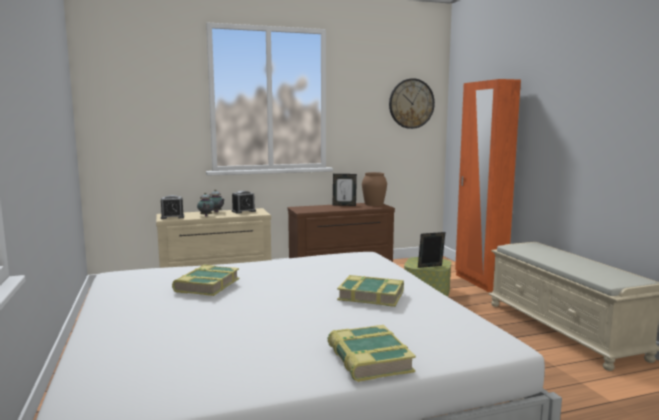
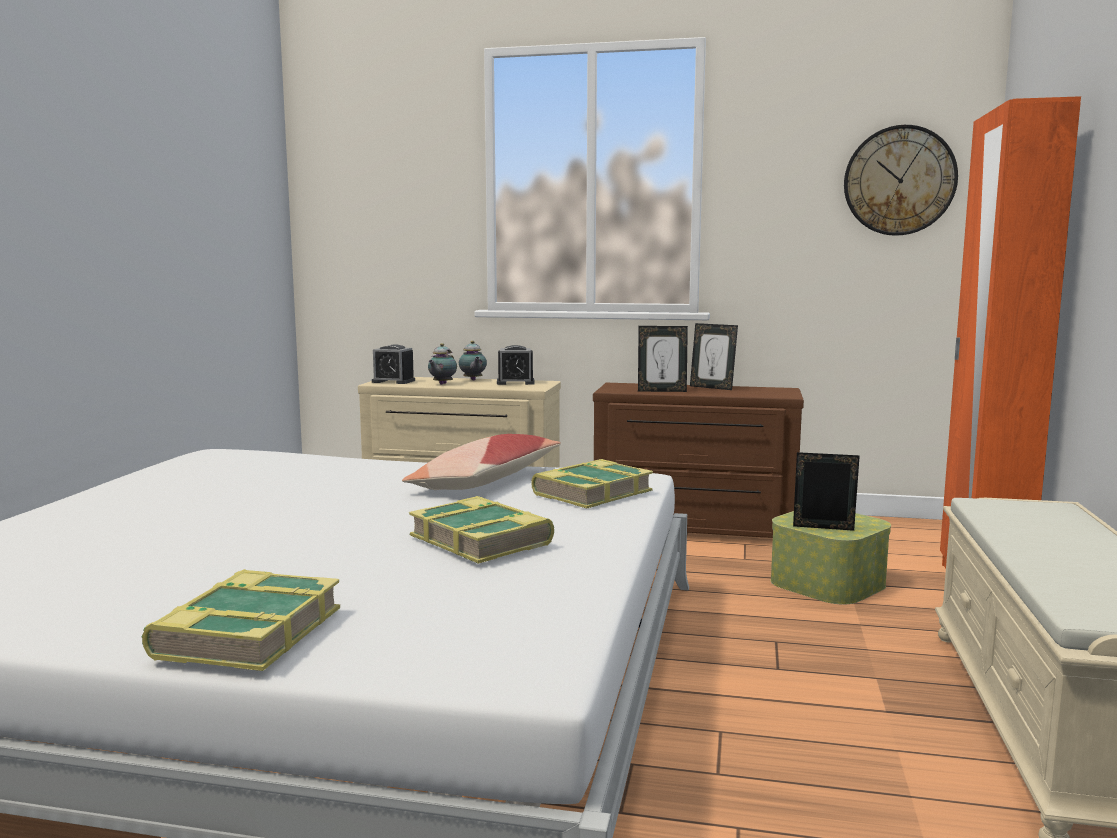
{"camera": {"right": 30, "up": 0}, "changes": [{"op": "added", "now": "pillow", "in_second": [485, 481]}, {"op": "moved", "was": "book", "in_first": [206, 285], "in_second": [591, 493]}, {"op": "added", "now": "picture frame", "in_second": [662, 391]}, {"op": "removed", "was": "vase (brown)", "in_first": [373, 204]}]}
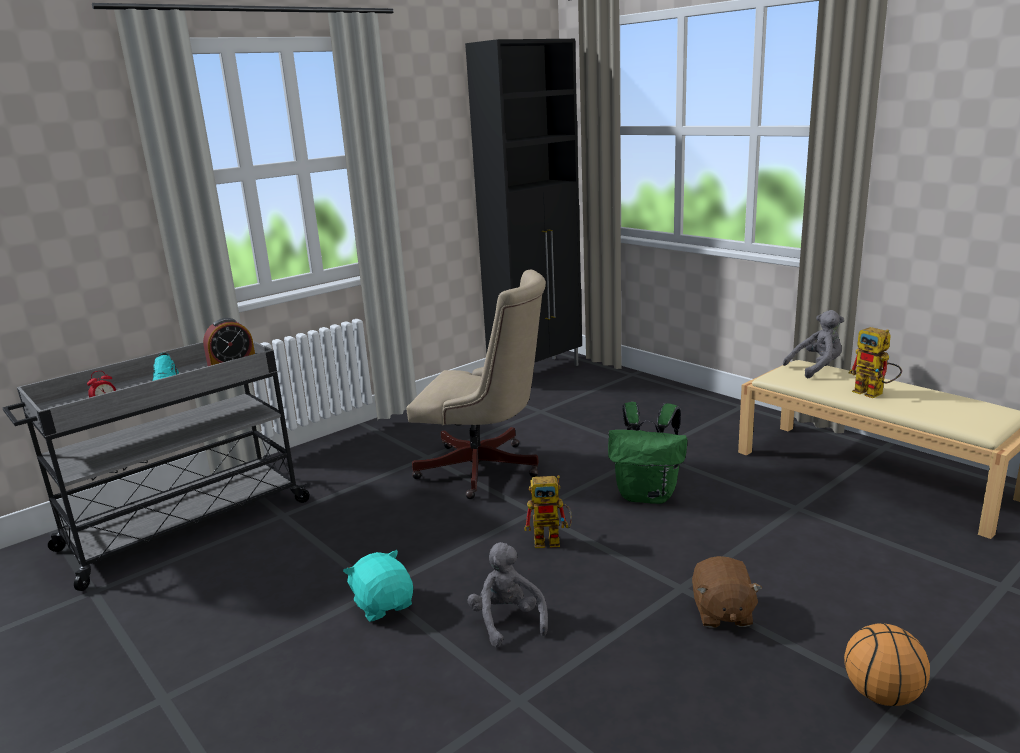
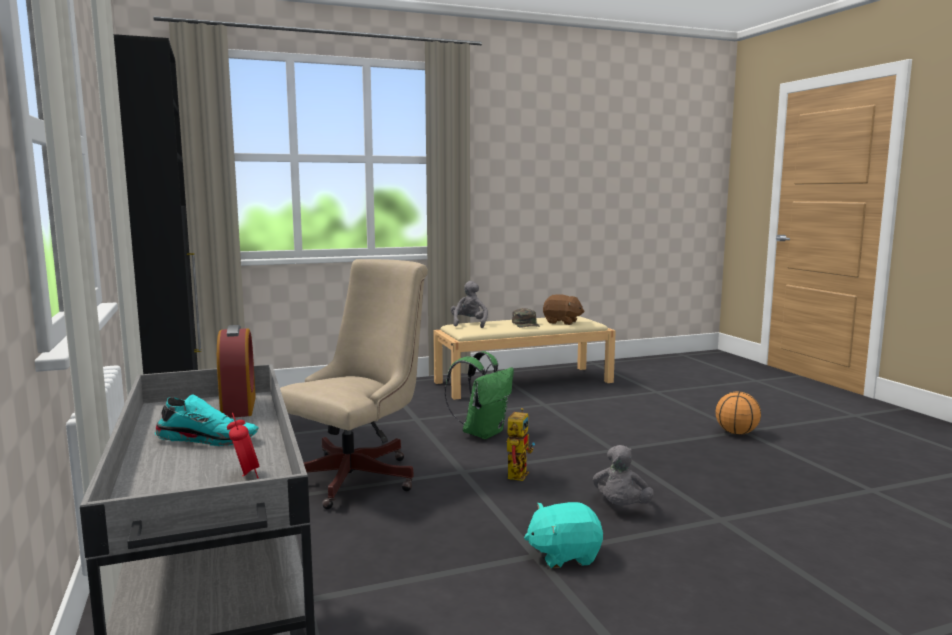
{"camera": {"right": -70, "up": -10}, "changes": [{"op": "replaced", "was": "toy robot", "now": "cap (green)", "in_first": [874, 394], "in_second": [526, 324]}, {"op": "moved", "was": "plush toy (brown)", "in_first": [722, 613], "in_second": [562, 322]}, {"op": "turned", "was": "plush toy (grey)", "in_first": [507, 621], "in_second": [621, 507], "clockwise": -75}]}
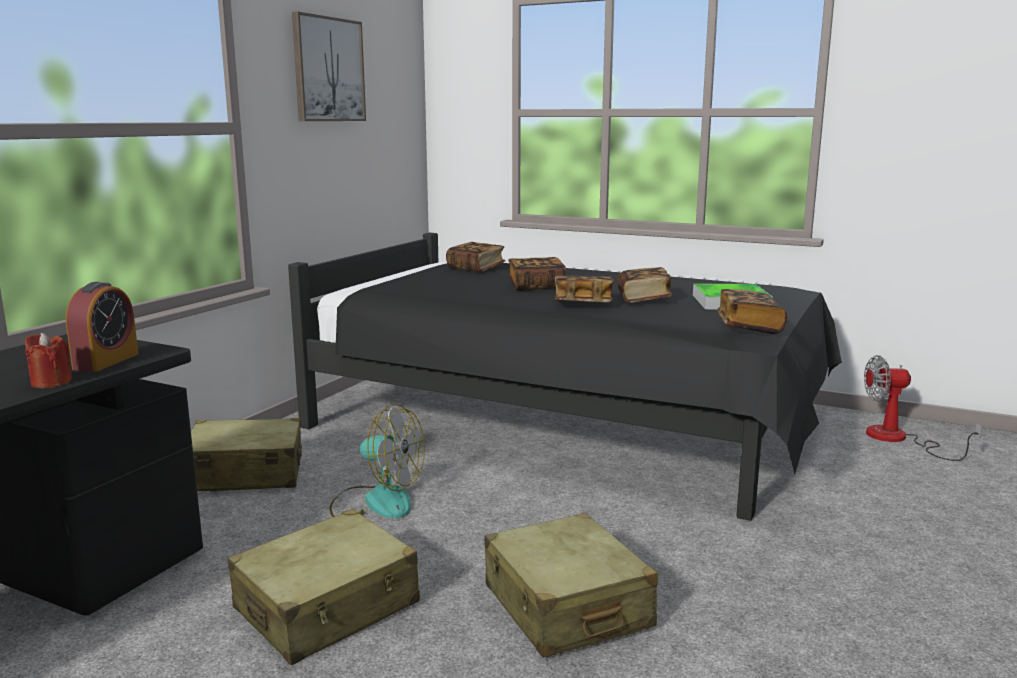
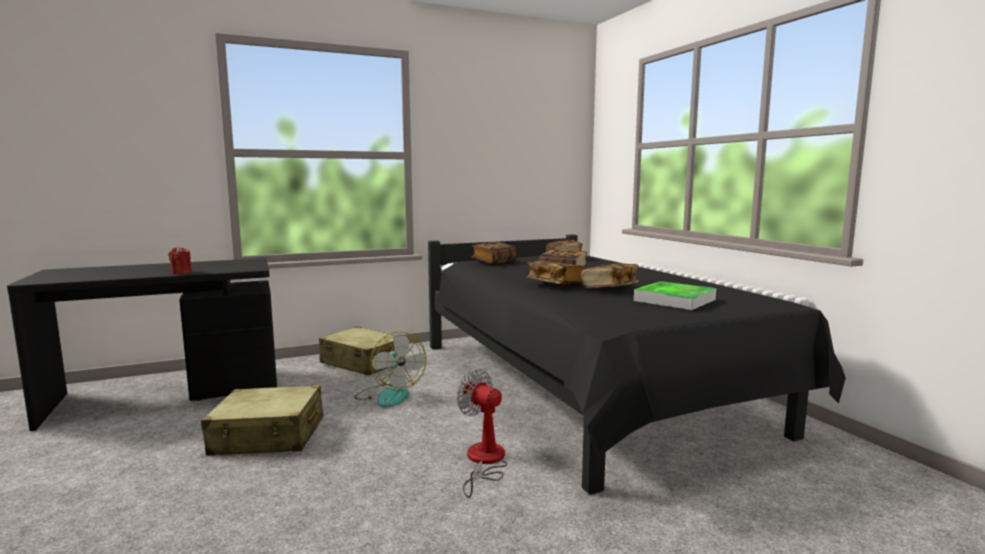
{"camera": {"right": 40, "up": -5}, "changes": [{"op": "moved", "was": "fan", "in_first": [899, 439], "in_second": [484, 462]}, {"op": "moved", "was": "book", "in_first": [749, 327], "in_second": [494, 262]}, {"op": "removed", "was": "alarm clock", "in_first": [106, 361]}, {"op": "removed", "was": "picture", "in_first": [328, 70]}, {"op": "removed", "was": "suitcase (beige)", "in_first": [566, 607]}]}
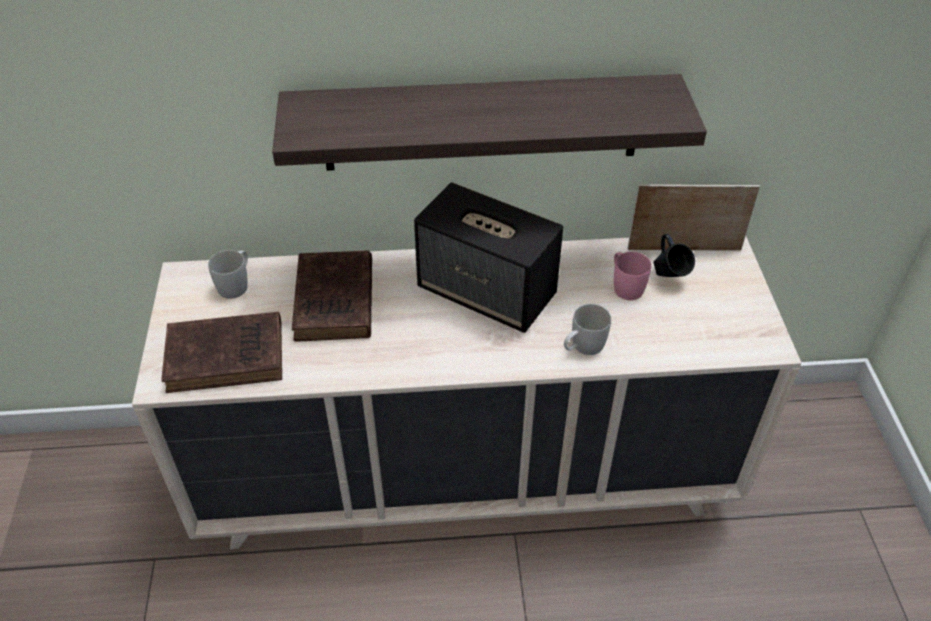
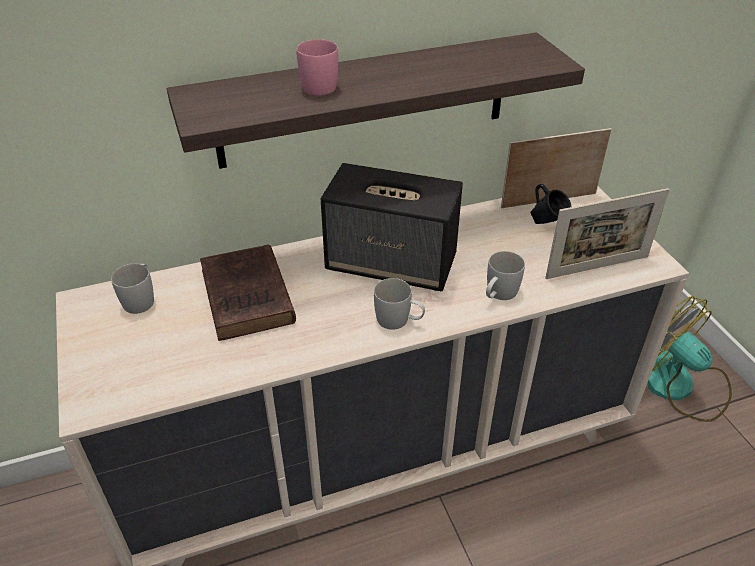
{"camera": {"right": -15, "up": -5}, "changes": [{"op": "moved", "was": "mug (pink)", "in_first": [625, 285], "in_second": [315, 85]}, {"op": "added", "now": "mug (white)", "in_second": [399, 321]}, {"op": "added", "now": "picture frame", "in_second": [597, 267]}, {"op": "added", "now": "fan", "in_second": [678, 386]}, {"op": "removed", "was": "book (brown)", "in_first": [229, 356]}]}
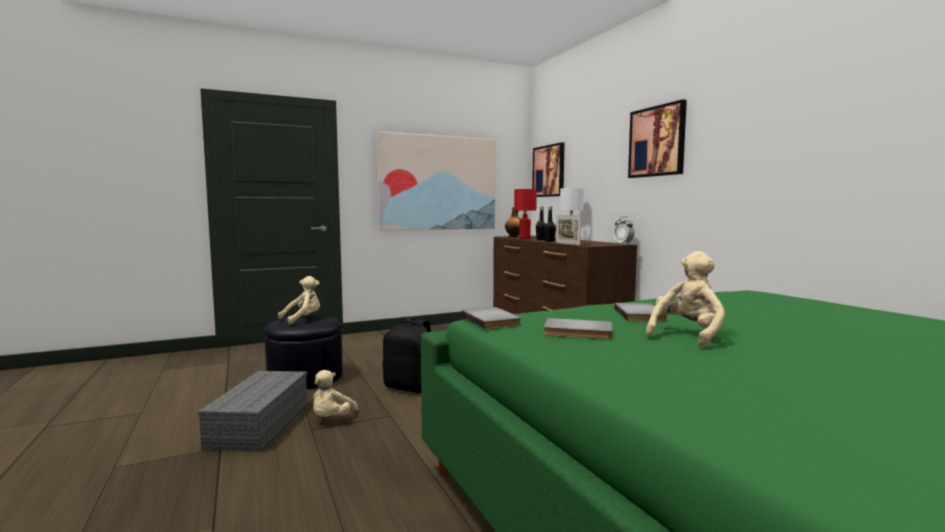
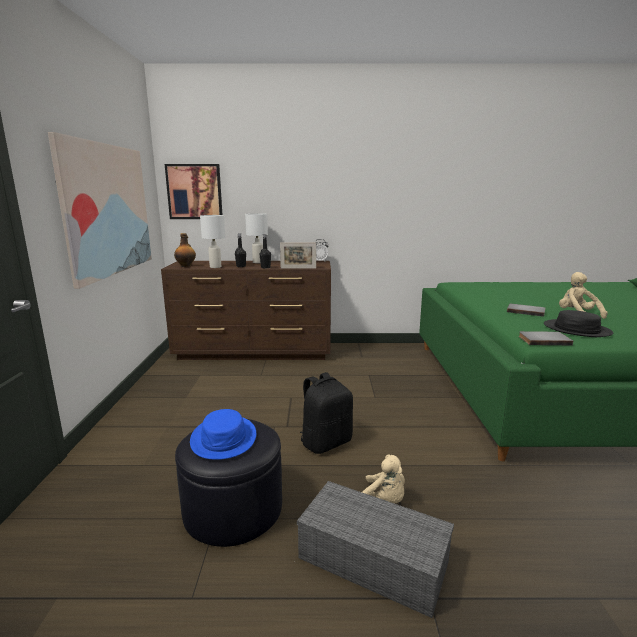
{"camera": {"right": -65, "up": 10}, "changes": [{"op": "replaced", "was": "plush toy (beige)", "now": "hat (blue)", "in_first": [303, 319], "in_second": [224, 438]}, {"op": "recoloured", "was": "table lamp (red)", "now": "table lamp (white)", "in_first": [525, 238], "in_second": [215, 267]}, {"op": "replaced", "was": "book (grey)", "now": "hat (black)", "in_first": [578, 332], "in_second": [576, 329]}, {"op": "removed", "was": "picture", "in_first": [657, 141]}]}
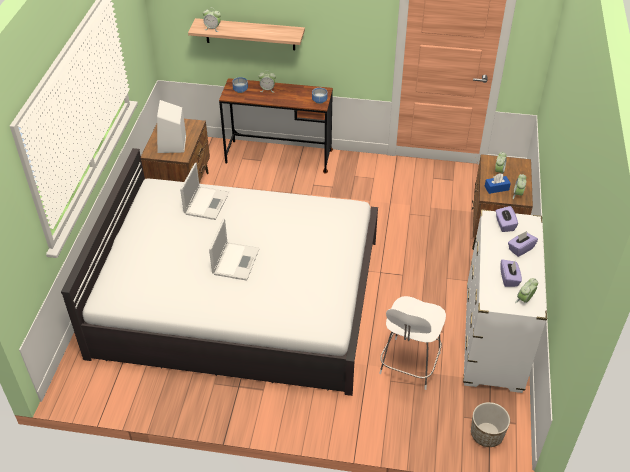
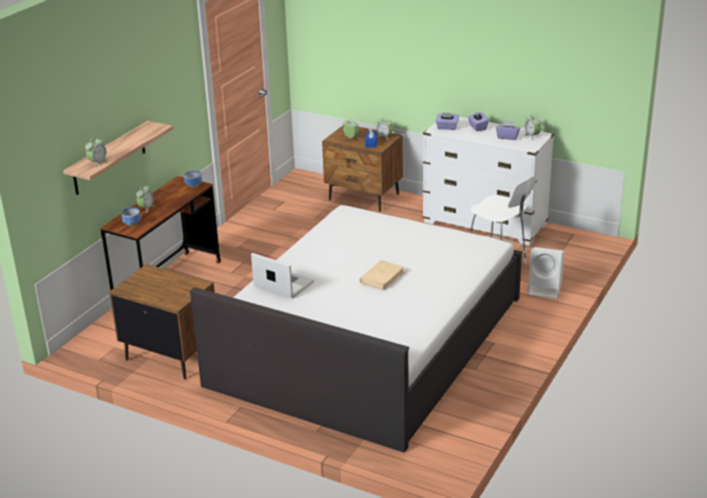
{"camera": {"right": -70, "up": -15}, "changes": [{"op": "replaced", "was": "laptop", "now": "book (beige)", "in_first": [236, 261], "in_second": [382, 277]}, {"op": "moved", "was": "speaker (white)", "in_first": [172, 145], "in_second": [546, 289]}, {"op": "removed", "was": "planter", "in_first": [486, 434]}]}
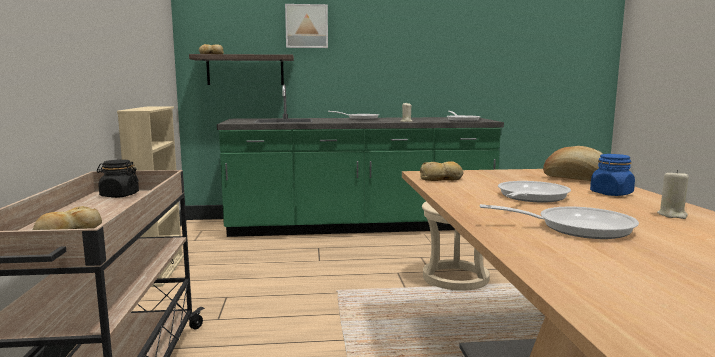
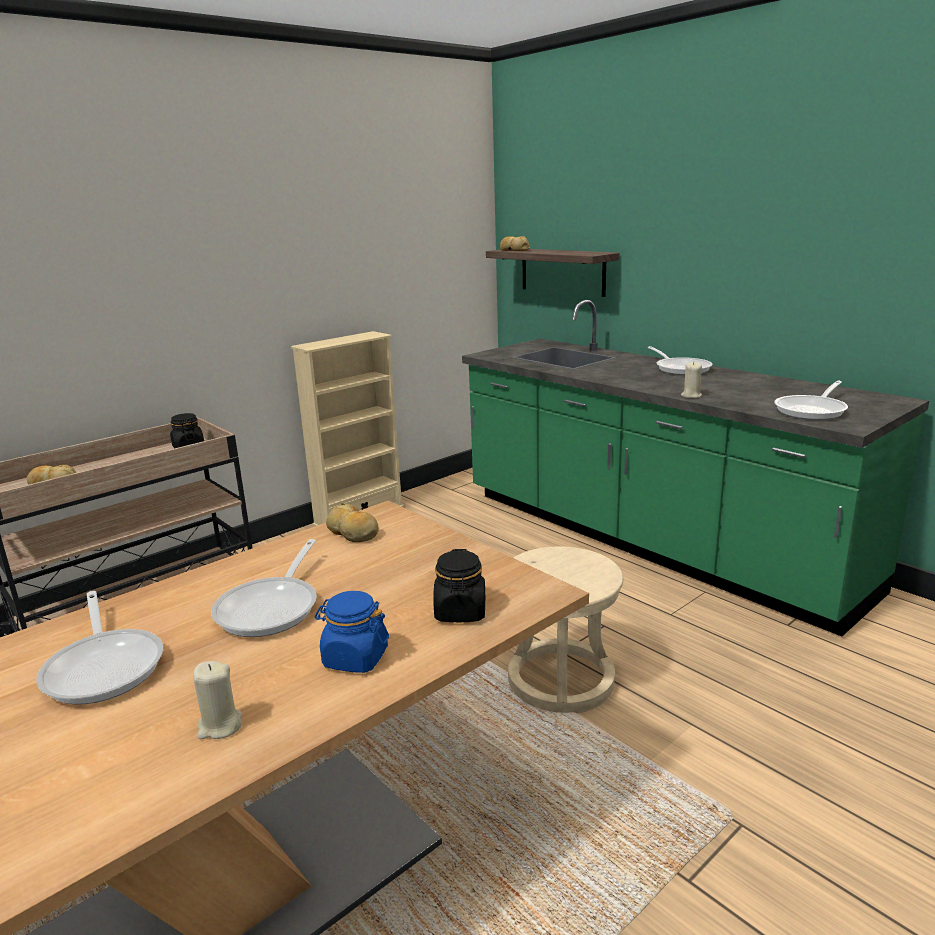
{"camera": {"right": 55, "up": 10}, "changes": [{"op": "turned", "was": "frying pan", "in_first": [530, 197], "in_second": [272, 607], "clockwise": 105}, {"op": "replaced", "was": "bread", "now": "jar (black)", "in_first": [575, 179], "in_second": [460, 612]}, {"op": "removed", "was": "picture", "in_first": [306, 26]}]}
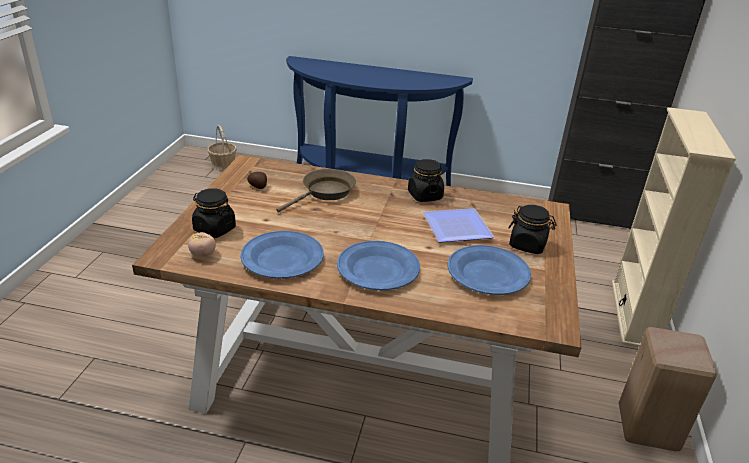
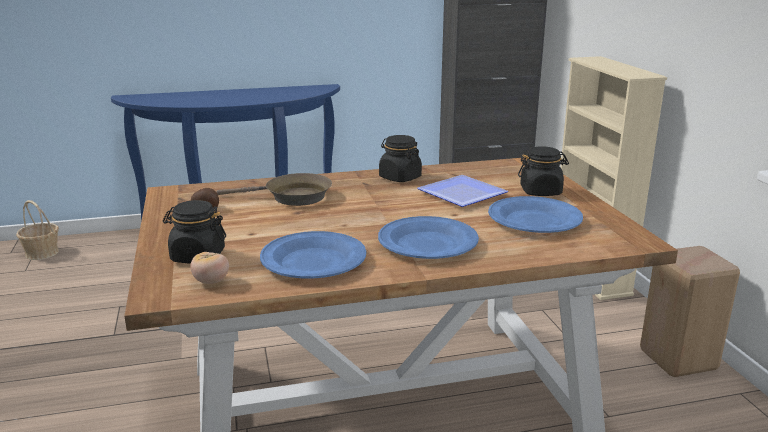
{"camera": {"right": -25, "up": -10}, "changes": [{"op": "turned", "was": "frying pan (brown)", "in_first": [325, 193], "in_second": [292, 197], "clockwise": 75}]}
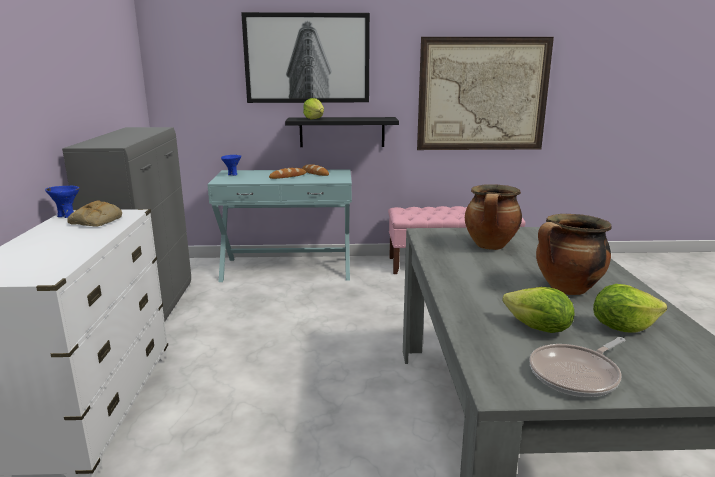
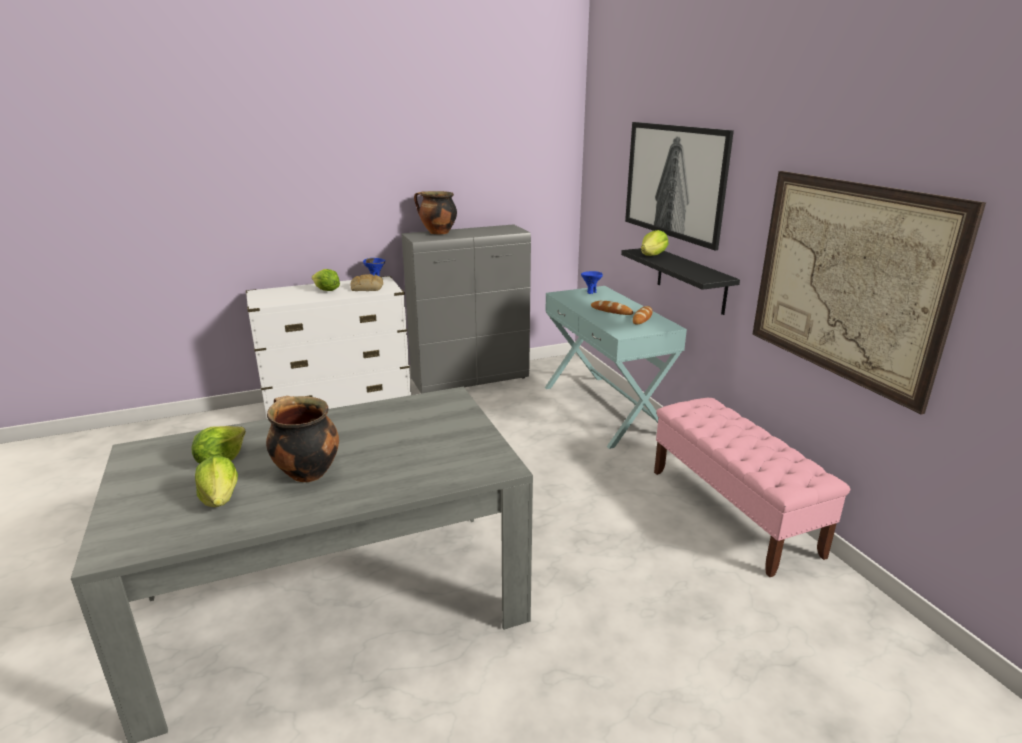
{"camera": {"right": 70, "up": 5}, "changes": [{"op": "added", "now": "lettuce", "in_second": [326, 290]}, {"op": "moved", "was": "cooking pot", "in_first": [490, 246], "in_second": [437, 233]}, {"op": "removed", "was": "frying pan", "in_first": [577, 375]}]}
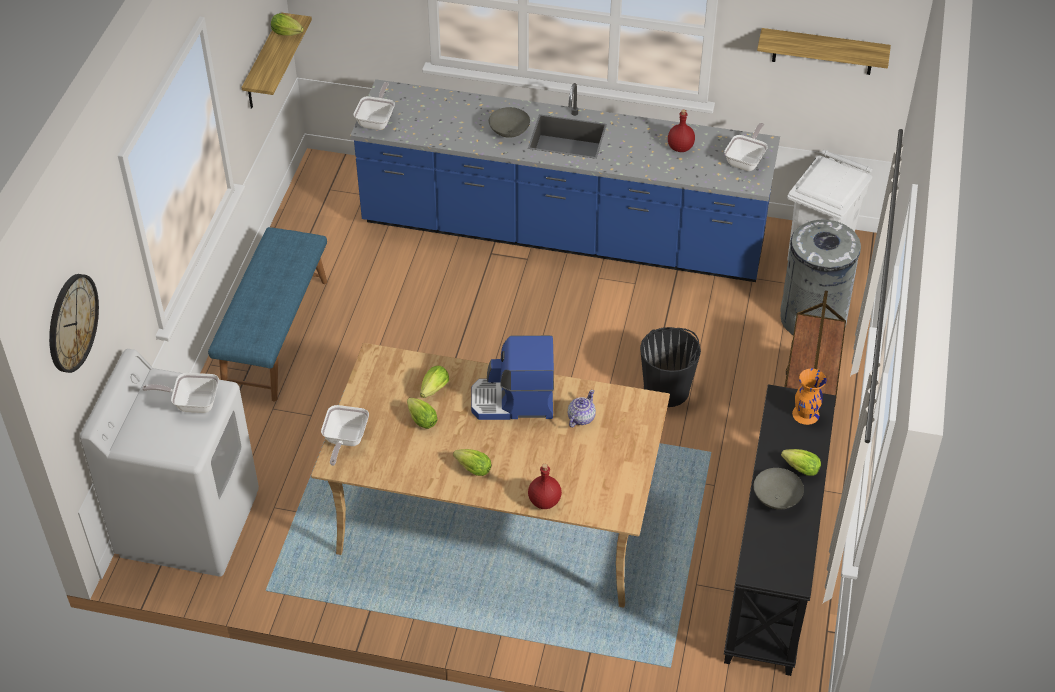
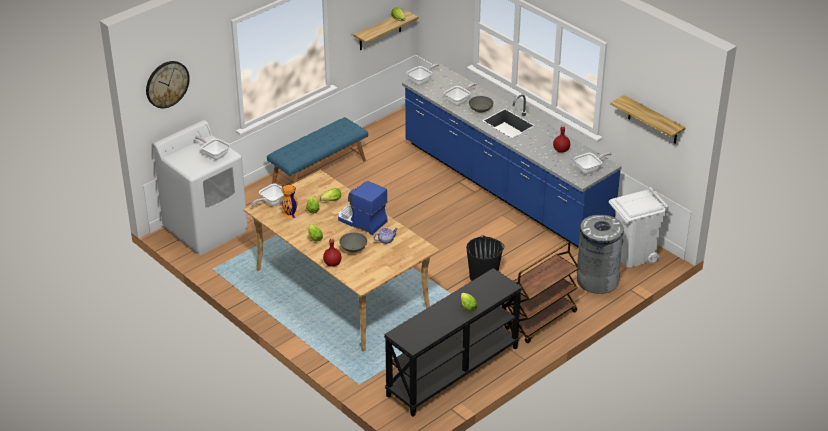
{"camera": {"right": 35, "up": -10}, "changes": [{"op": "moved", "was": "vase (orange)", "in_first": [805, 414], "in_second": [290, 214]}, {"op": "moved", "was": "bowl (grey)", "in_first": [775, 499], "in_second": [353, 249]}, {"op": "added", "now": "frying pan", "in_second": [459, 101]}]}
